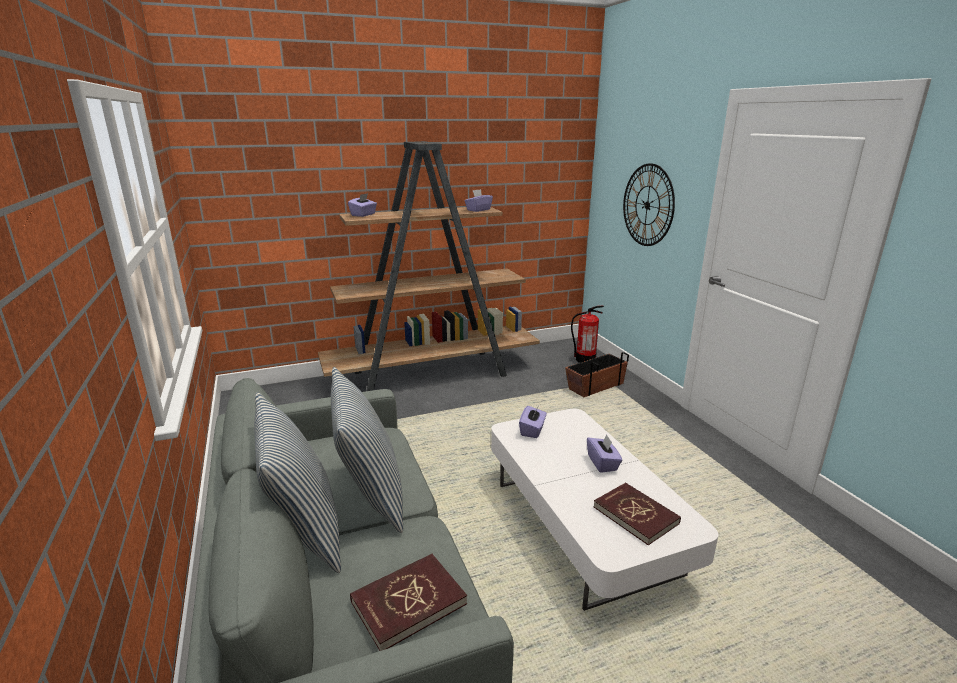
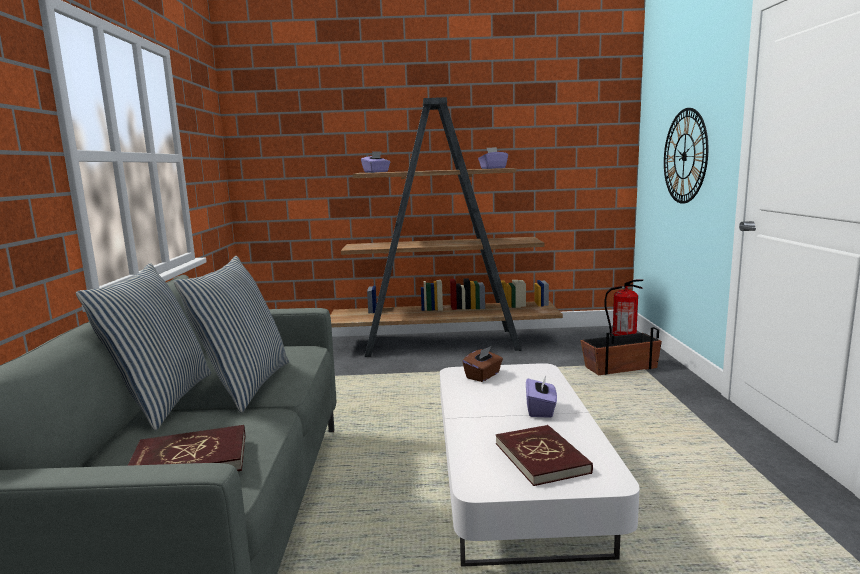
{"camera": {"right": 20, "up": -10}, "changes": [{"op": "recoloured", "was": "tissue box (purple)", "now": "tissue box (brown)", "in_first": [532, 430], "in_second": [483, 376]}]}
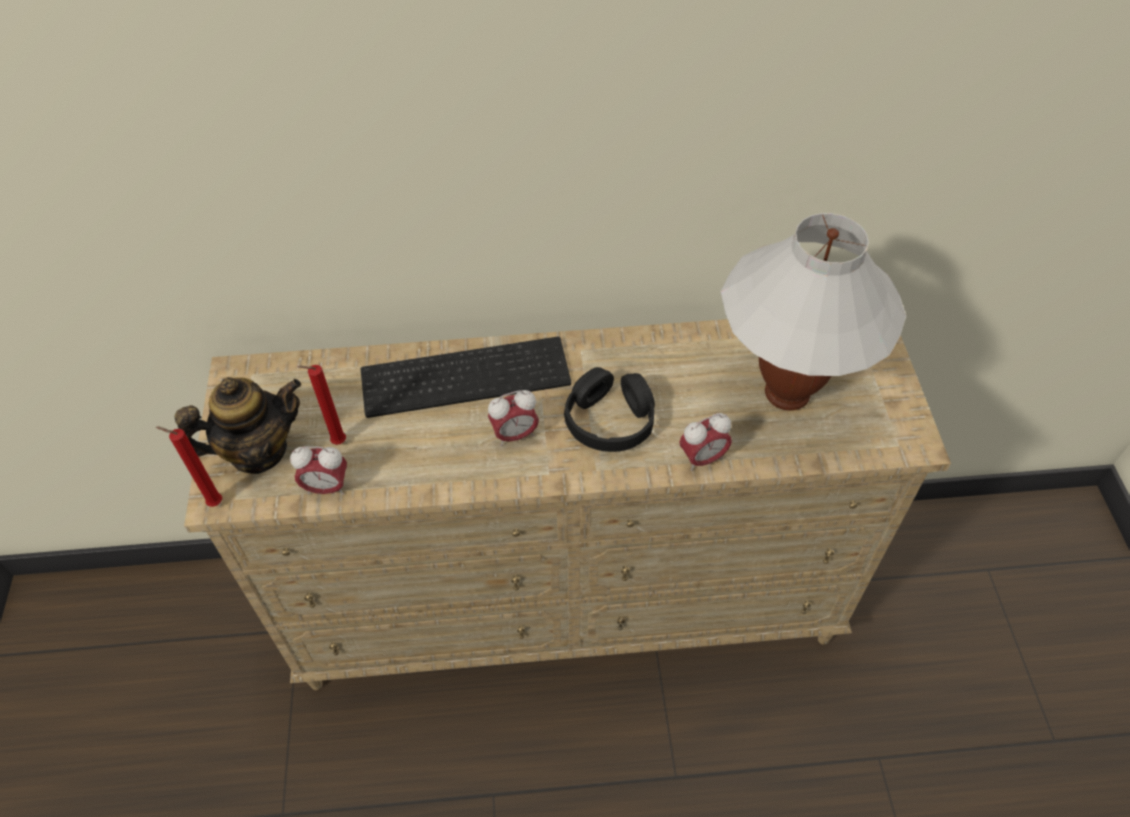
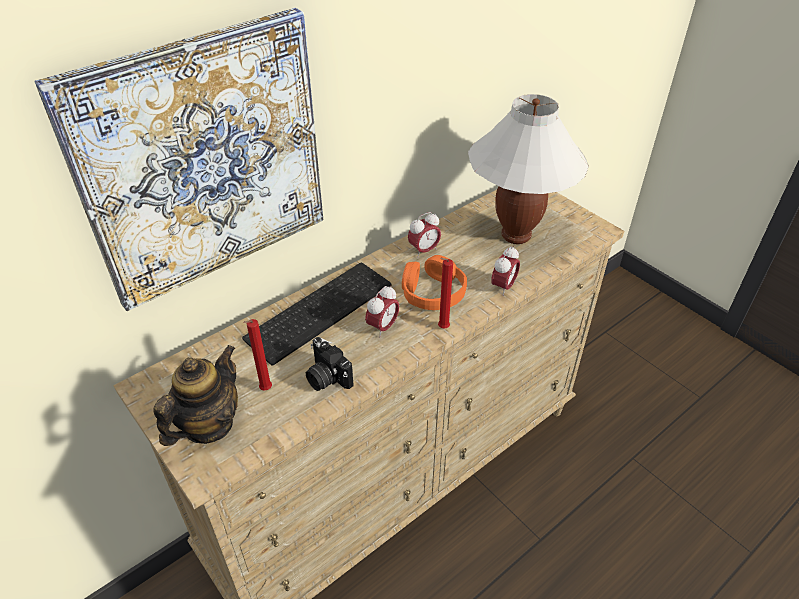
{"camera": {"right": -35, "up": -10}, "changes": [{"op": "added", "now": "picture", "in_second": [204, 161]}, {"op": "added", "now": "photo camera", "in_second": [326, 377]}, {"op": "recoloured", "was": "headphones (black)", "now": "headphones (orange)", "in_first": [610, 420], "in_second": [432, 292]}, {"op": "moved", "was": "alarm clock", "in_first": [326, 487], "in_second": [424, 250]}, {"op": "moved", "was": "candle (red)", "in_first": [213, 503], "in_second": [442, 328]}]}
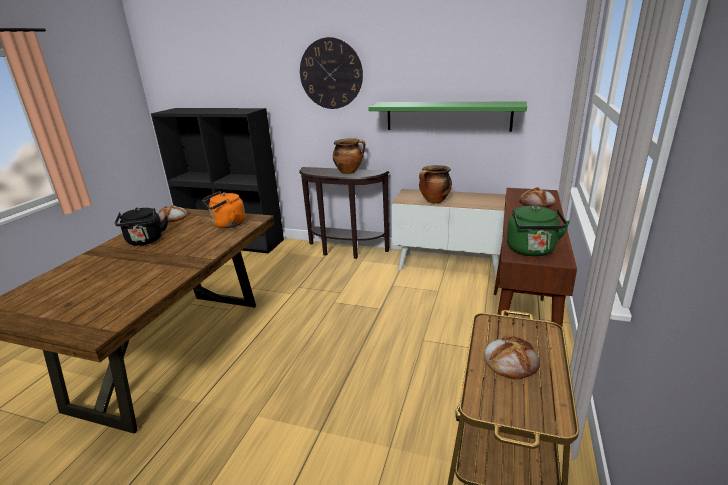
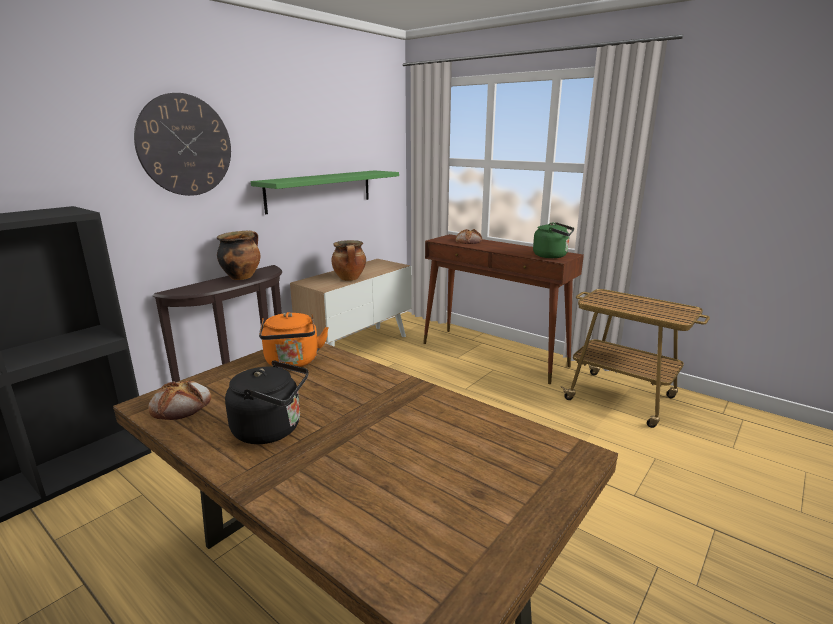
{"camera": {"right": -70, "up": -5}, "changes": [{"op": "removed", "was": "bread", "in_first": [511, 360]}]}
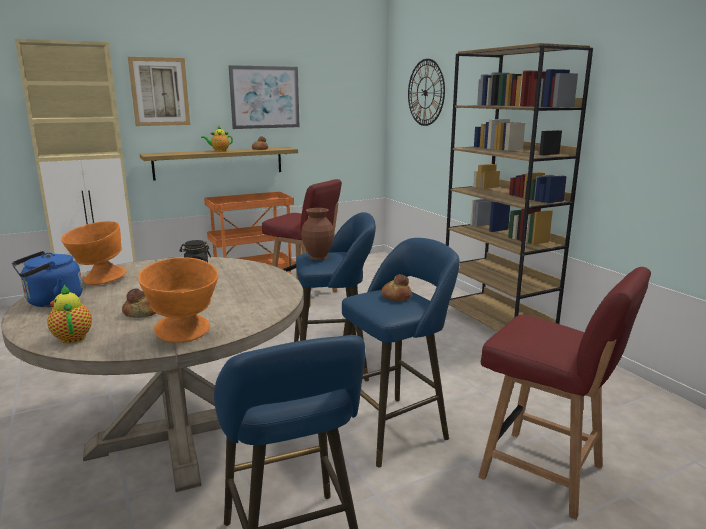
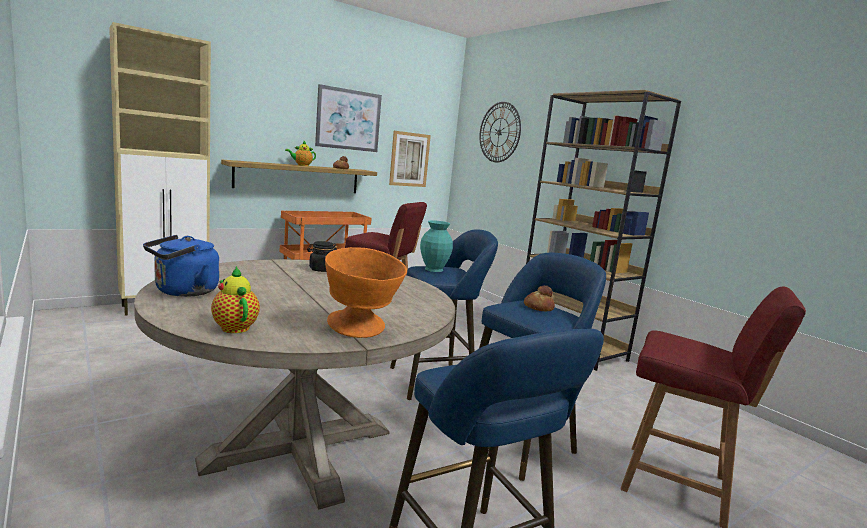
{"camera": {"right": -10, "up": -5}, "changes": [{"op": "moved", "was": "picture", "in_first": [159, 92], "in_second": [409, 159]}, {"op": "recoloured", "was": "vase (brown)", "now": "vase (turquoise)", "in_first": [318, 257], "in_second": [434, 269]}, {"op": "removed", "was": "bowl (orange)", "in_first": [98, 281]}, {"op": "removed", "was": "bread", "in_first": [142, 312]}]}
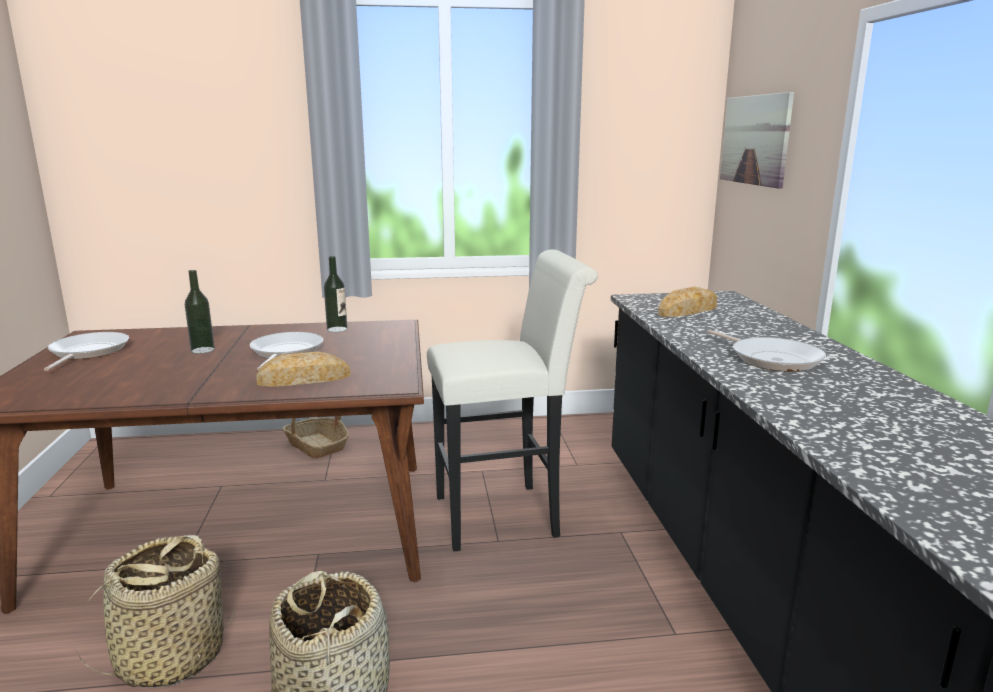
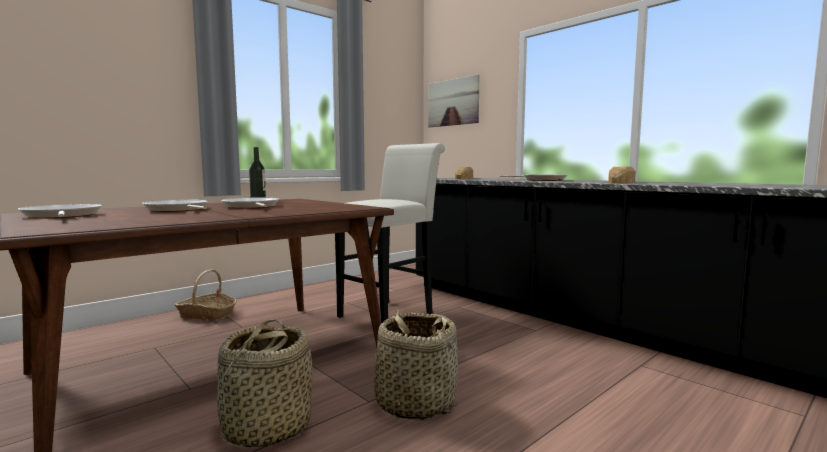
{"camera": {"right": -35, "up": -10}, "changes": [{"op": "replaced", "was": "bottle", "now": "frying pan", "in_first": [202, 350], "in_second": [178, 210]}, {"op": "moved", "was": "bread", "in_first": [304, 379], "in_second": [622, 182]}]}
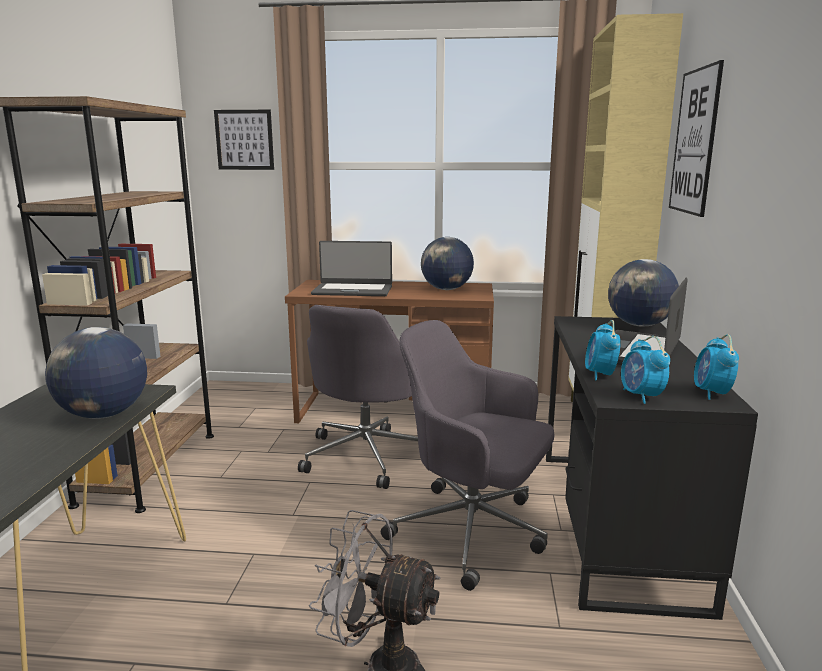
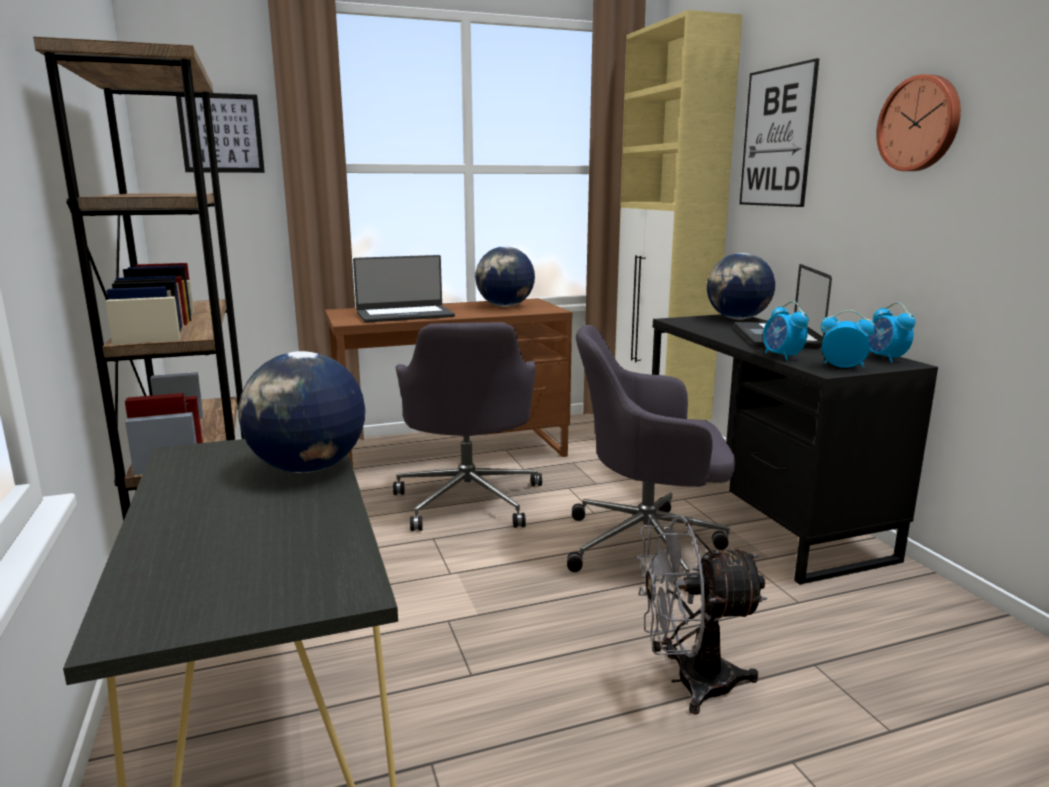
{"camera": {"right": -25, "up": 0}, "changes": [{"op": "turned", "was": "alarm clock", "in_first": [641, 396], "in_second": [842, 367], "clockwise": 150}, {"op": "added", "now": "wall clock", "in_second": [920, 124]}]}
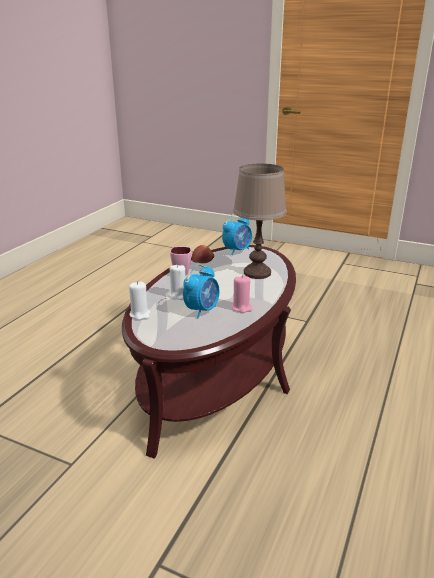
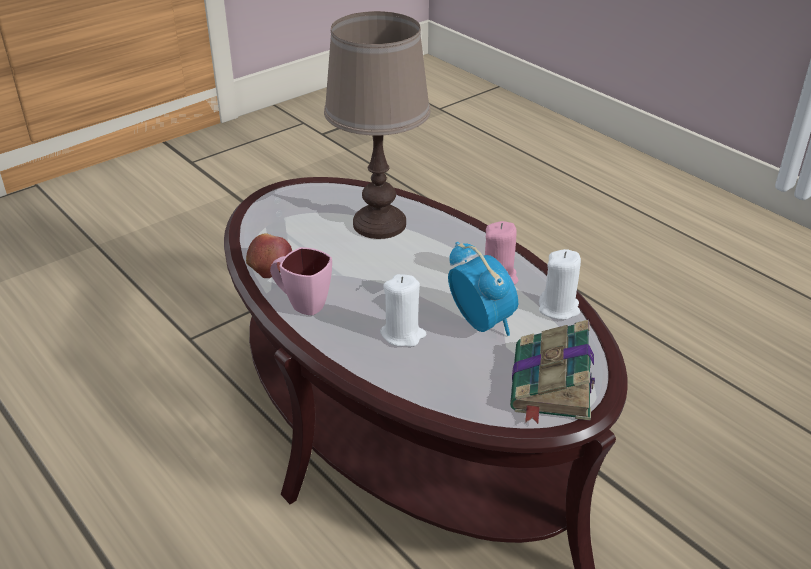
{"camera": {"right": -65, "up": 10}, "changes": [{"op": "added", "now": "book", "in_second": [551, 386]}, {"op": "moved", "was": "candle (white)", "in_first": [140, 314], "in_second": [559, 308]}, {"op": "removed", "was": "alarm clock", "in_first": [237, 250]}]}
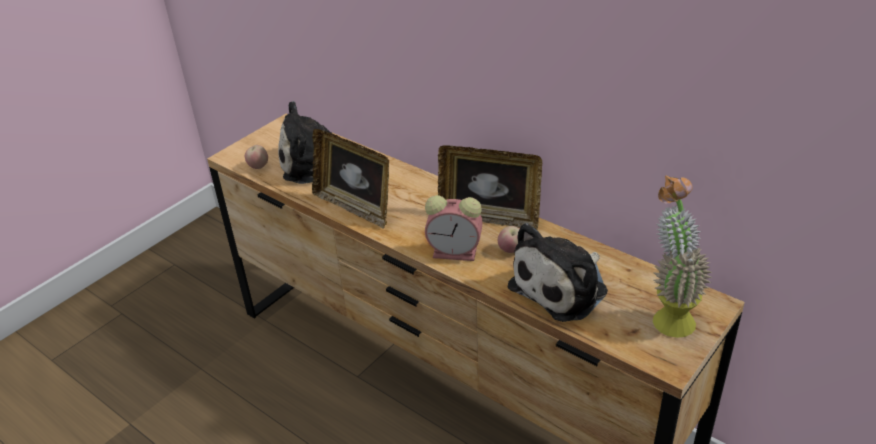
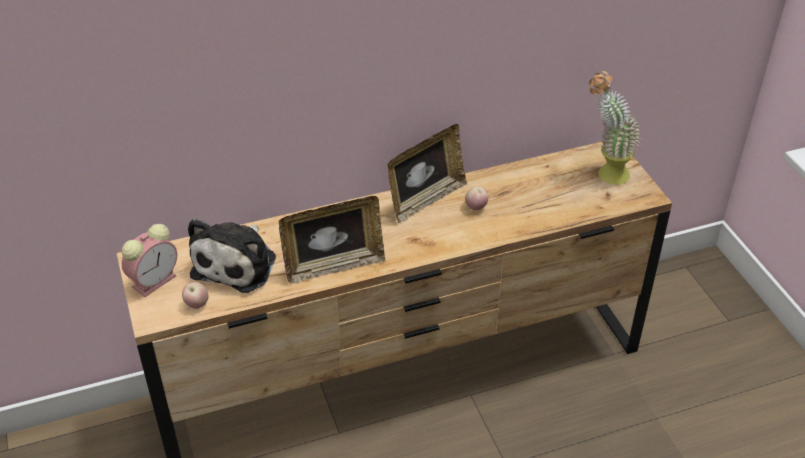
{"camera": {"right": -60, "up": 5}, "changes": [{"op": "moved", "was": "alarm clock", "in_first": [456, 252], "in_second": [155, 280]}, {"op": "removed", "was": "plush toy", "in_first": [562, 287]}]}
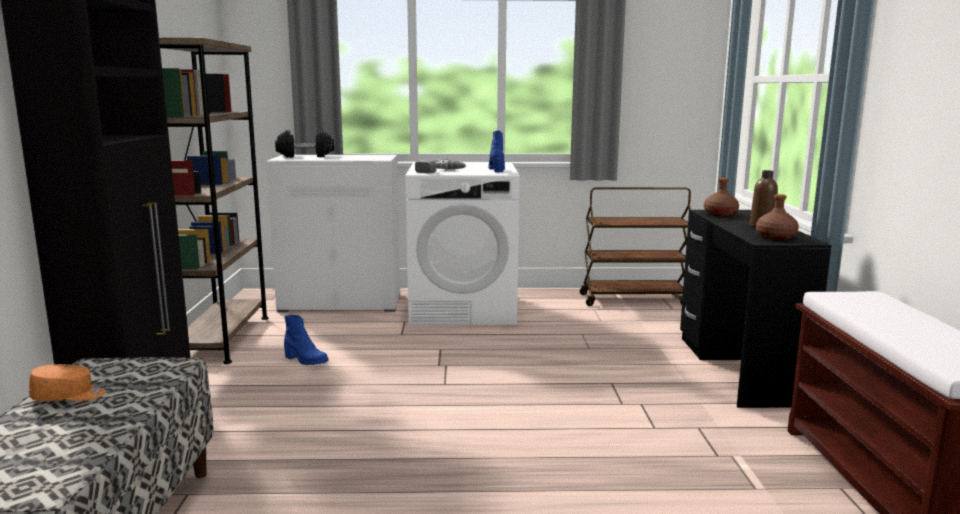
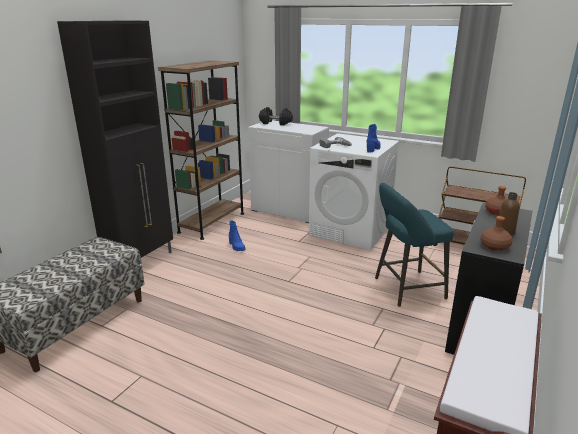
{"camera": {"right": 30, "up": 10}, "changes": [{"op": "added", "now": "stool (turquoise)", "in_second": [405, 289]}, {"op": "removed", "was": "cap (orange)", "in_first": [69, 396]}]}
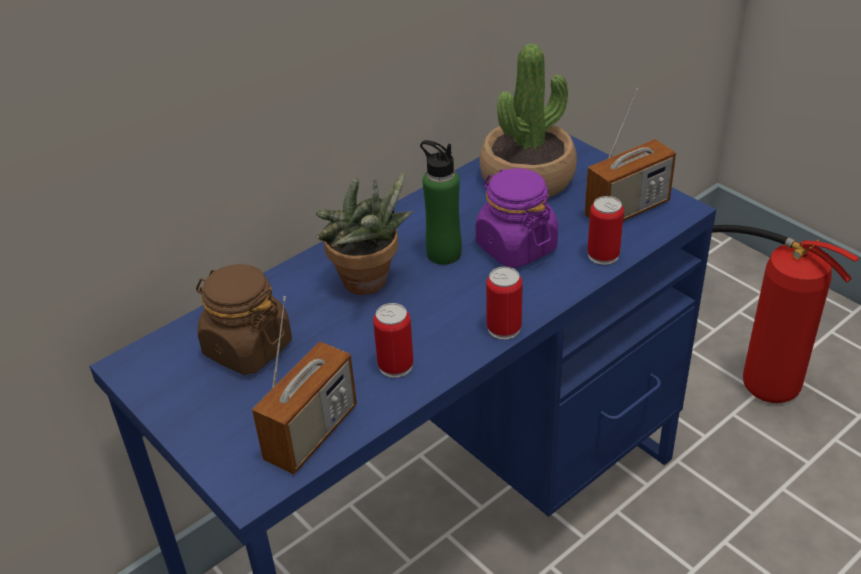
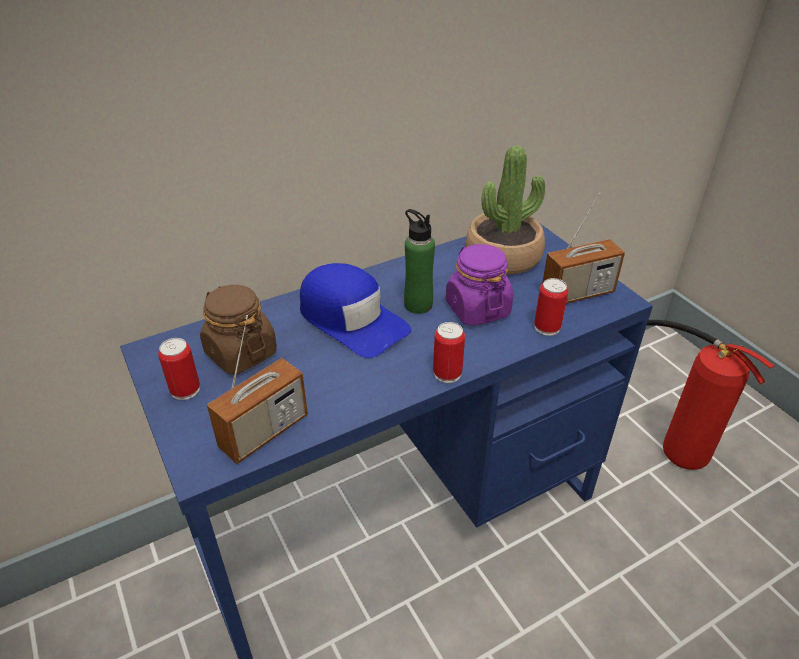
{"camera": {"right": 10, "up": 0}, "changes": [{"op": "moved", "was": "can", "in_first": [395, 365], "in_second": [185, 390]}, {"op": "replaced", "was": "potted plant", "now": "cap (blue)", "in_first": [369, 284], "in_second": [351, 319]}]}
